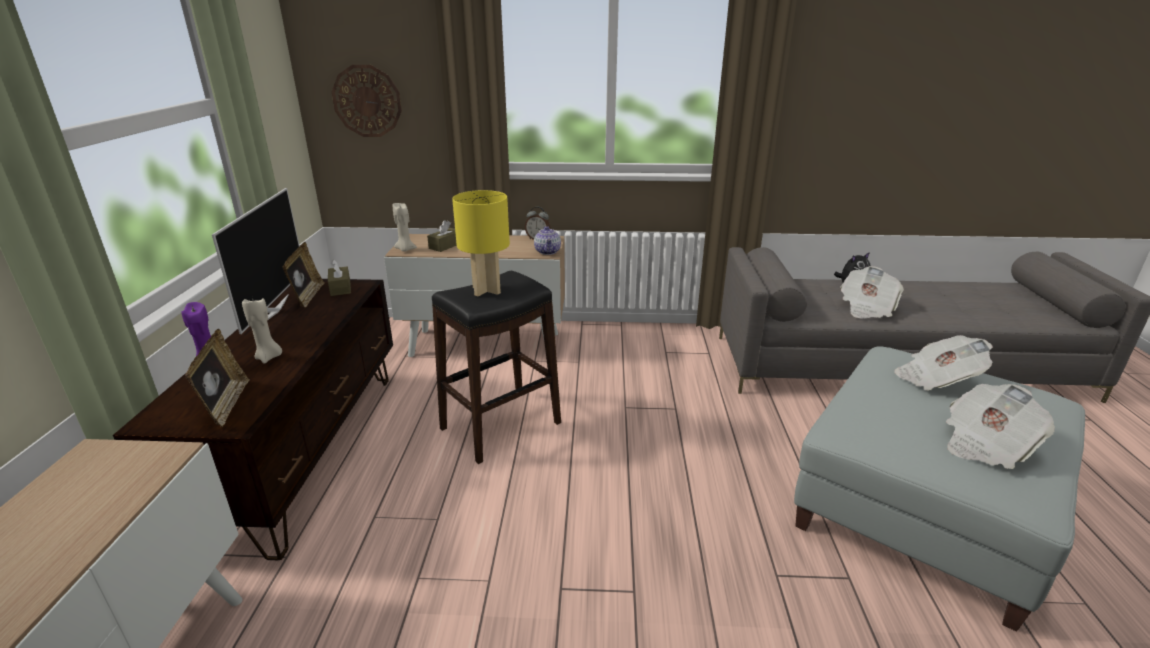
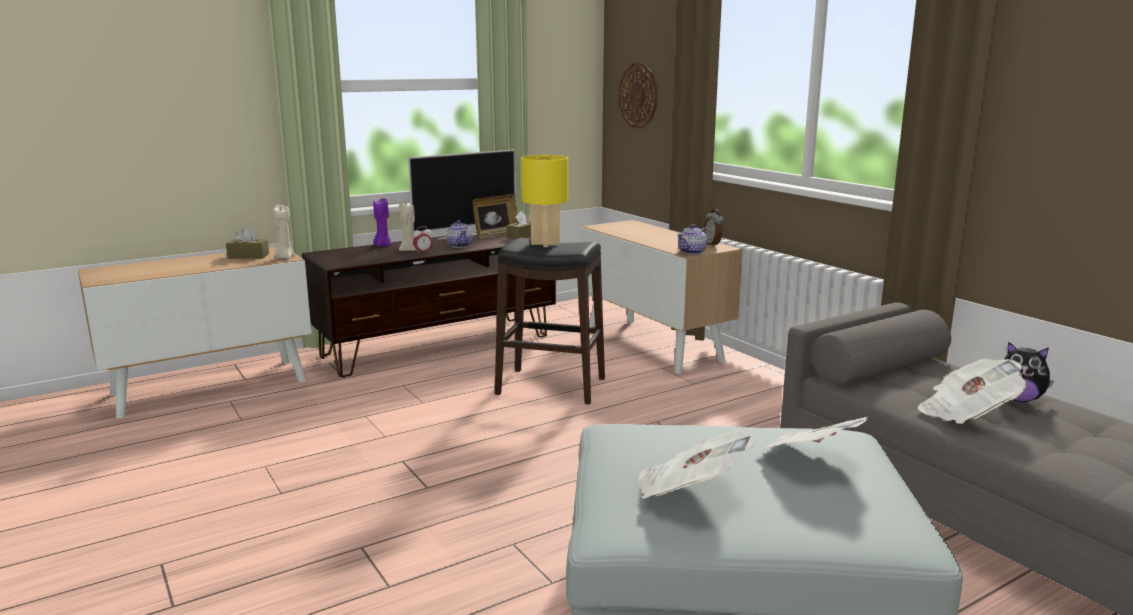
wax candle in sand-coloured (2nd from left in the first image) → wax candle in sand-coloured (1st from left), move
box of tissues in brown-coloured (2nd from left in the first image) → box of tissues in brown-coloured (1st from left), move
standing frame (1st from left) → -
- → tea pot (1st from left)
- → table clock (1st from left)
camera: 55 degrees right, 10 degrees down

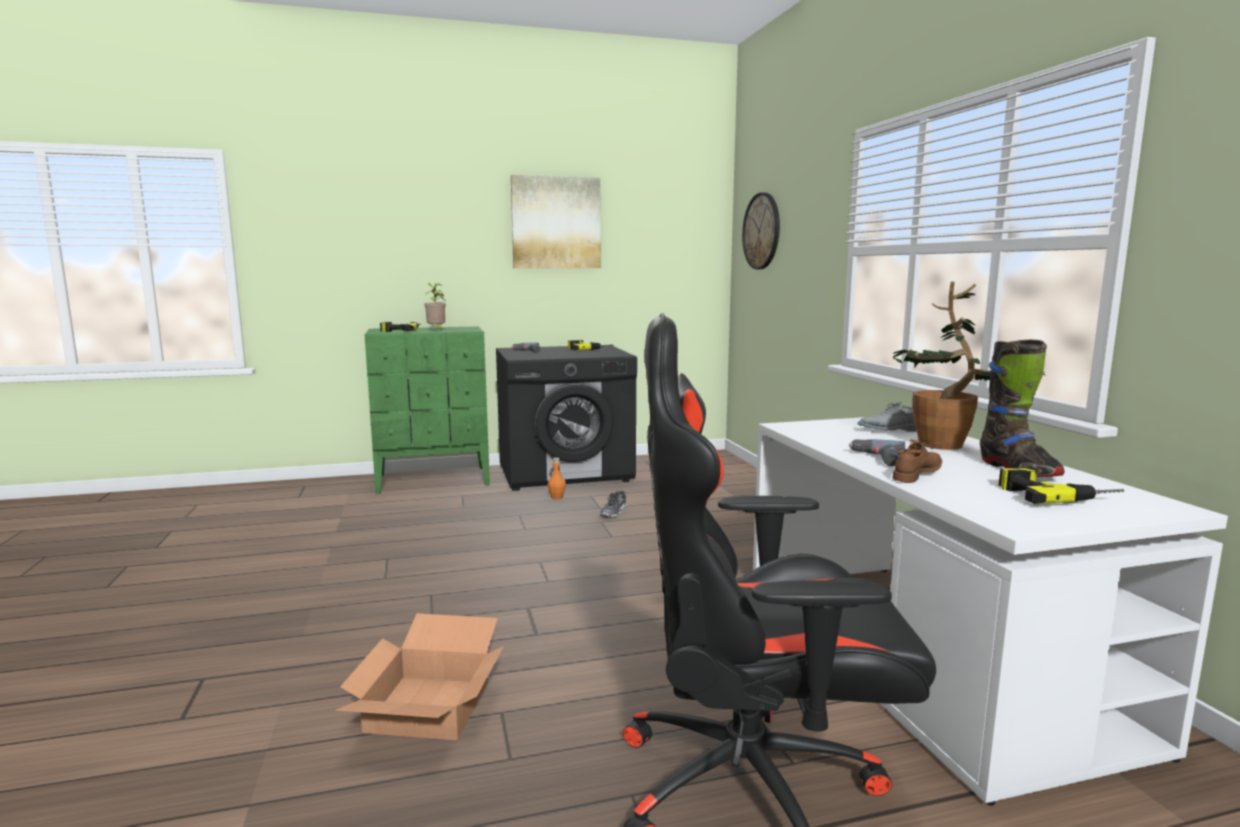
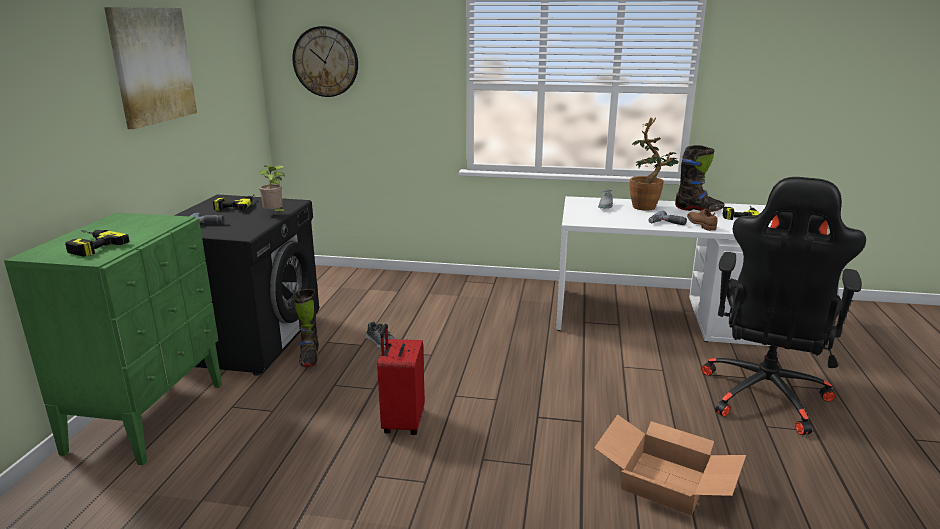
potted plant (1st from left), move
beverage bottle in orange → high-top boot in blackish (1st from left)
- → travel case in red
camera: 65 degrees left, 10 degrees up

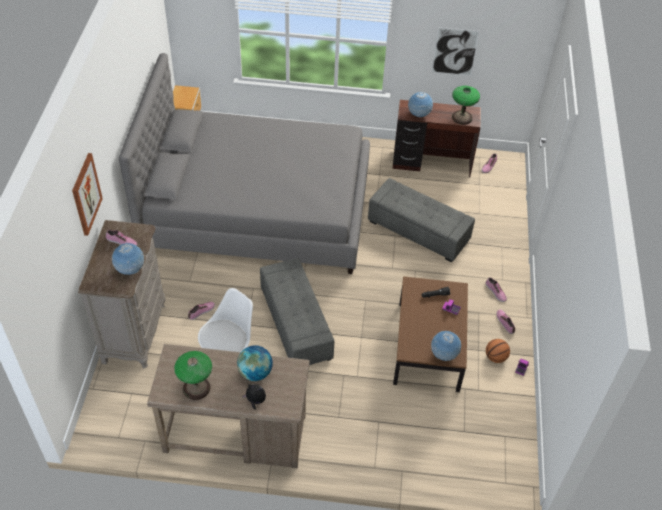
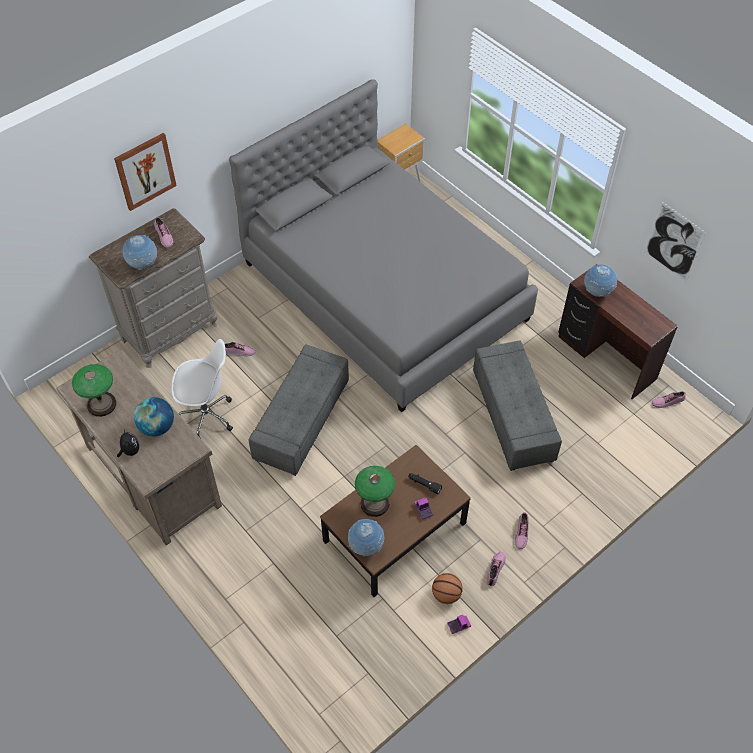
table lamp (2nd from left), move
camera: 45 degrees right, 5 degrees up

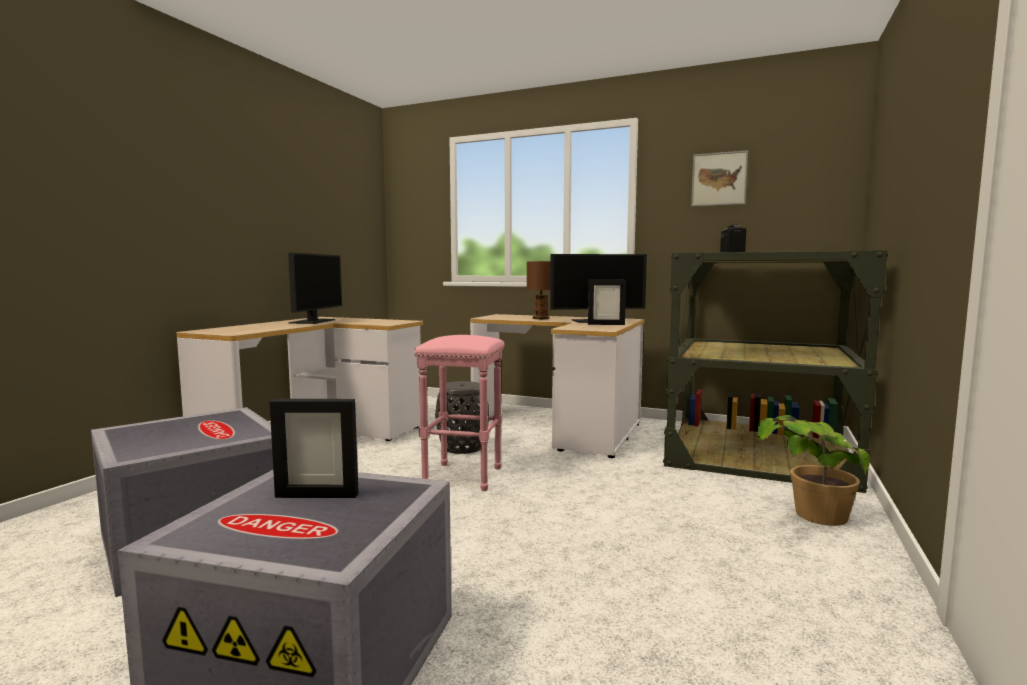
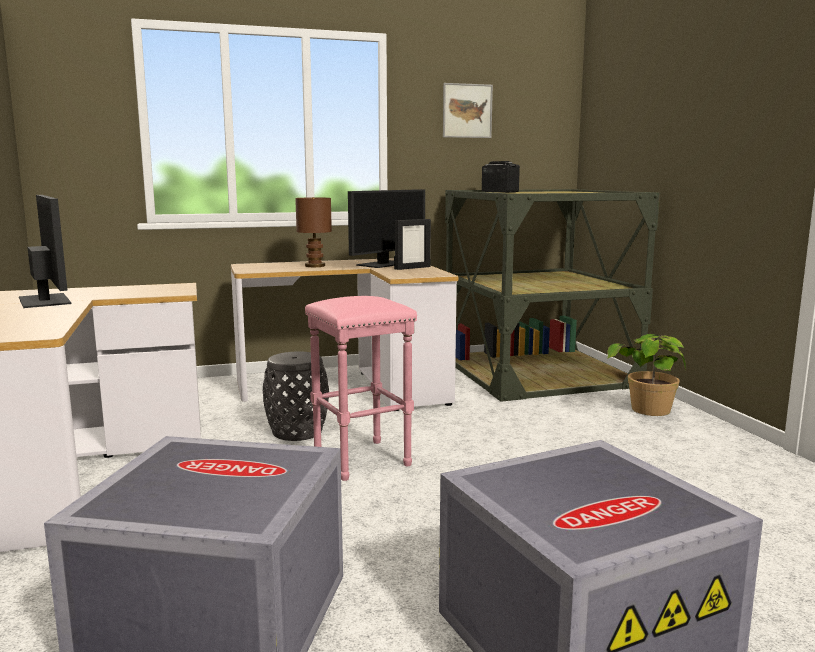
standing frame (1st from left) → -
camera: 40 degrees left, 5 degrees up

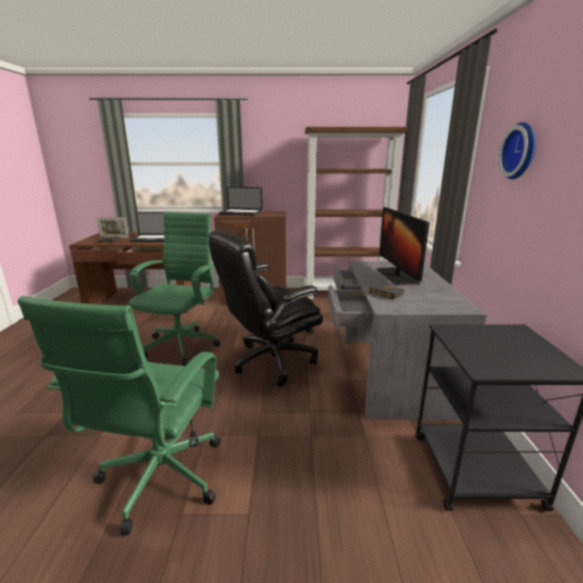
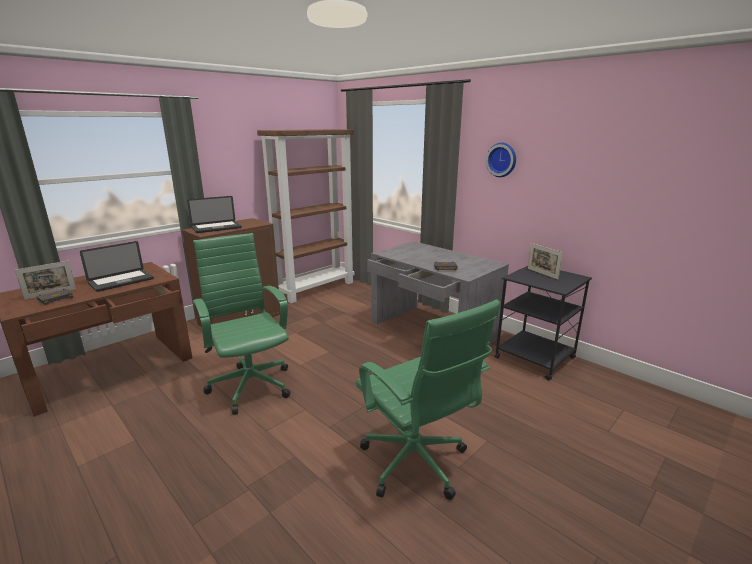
monitor → -
computer chair in blackish → -
- → standing frame (2nd from left)
camera: 45 degrees left, 0 degrees up

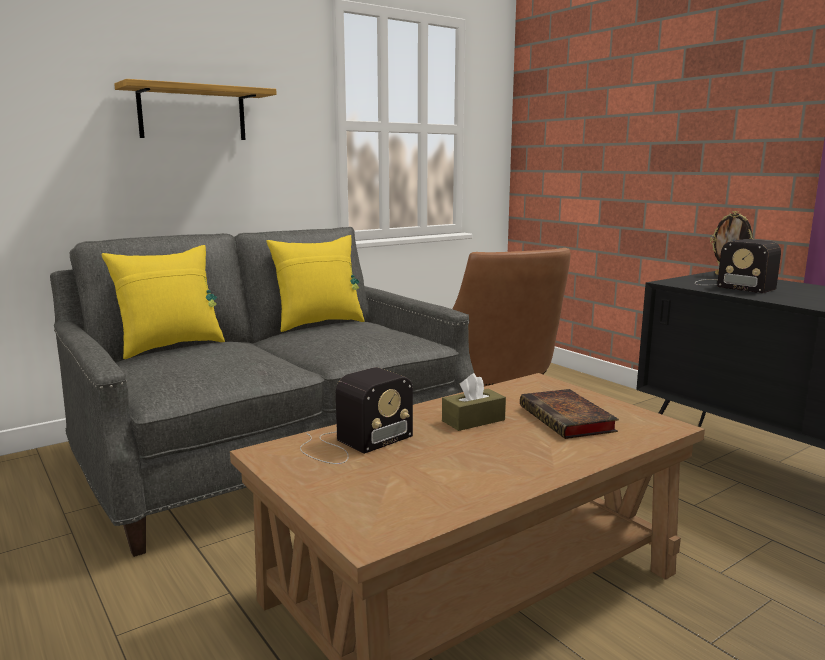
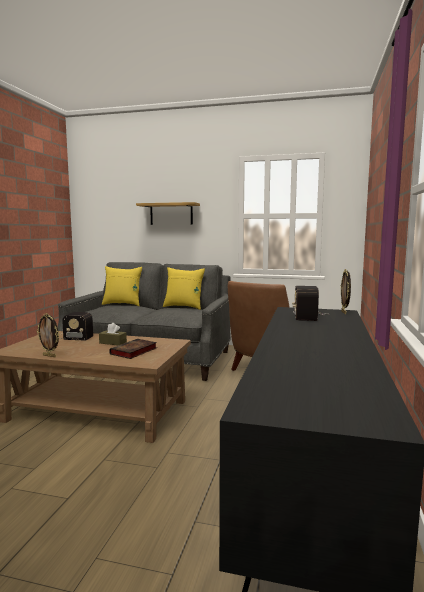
- → standing frame (1st from left)
camera: 50 degrees right, 5 degrees down

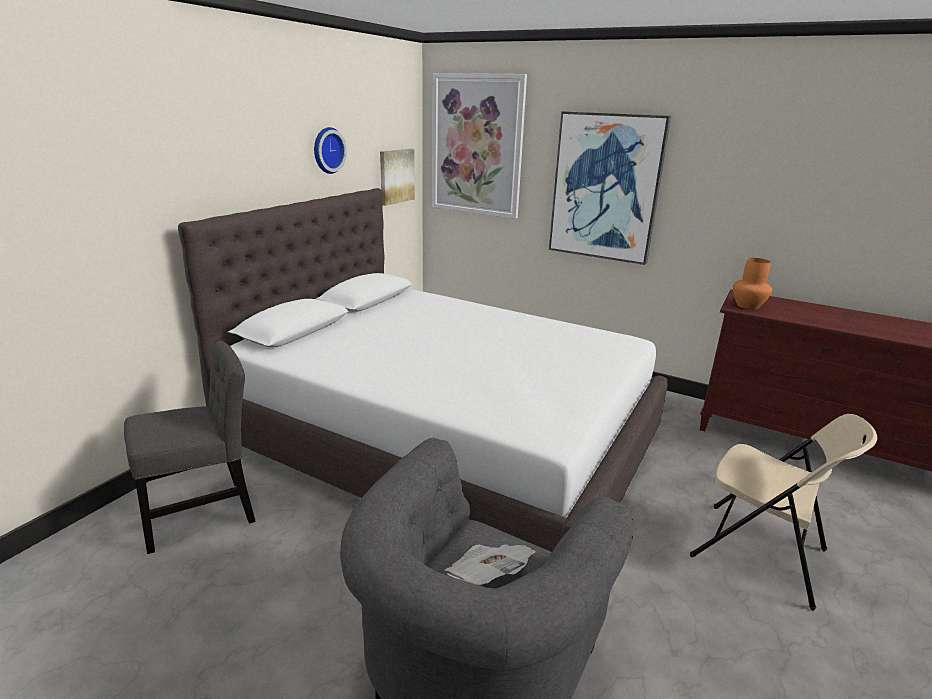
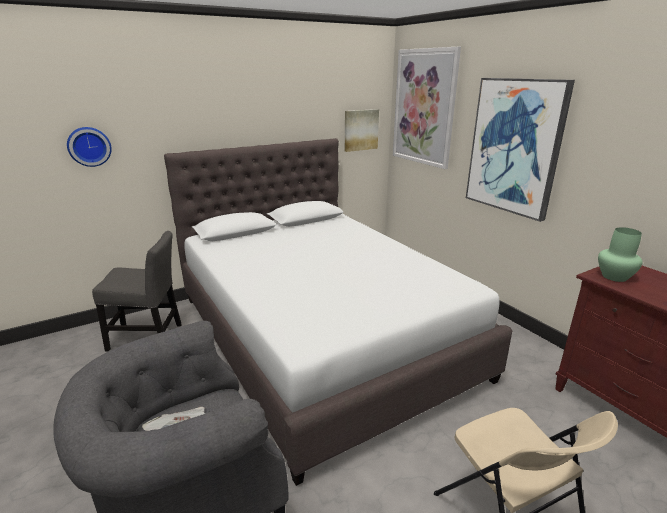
wall clock, move
flower vase in orange → flower vase in greenish
camera: 30 degrees right, 0 degrees up

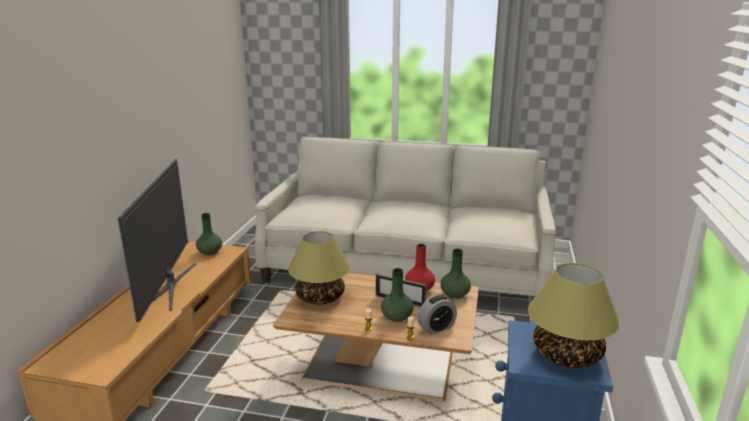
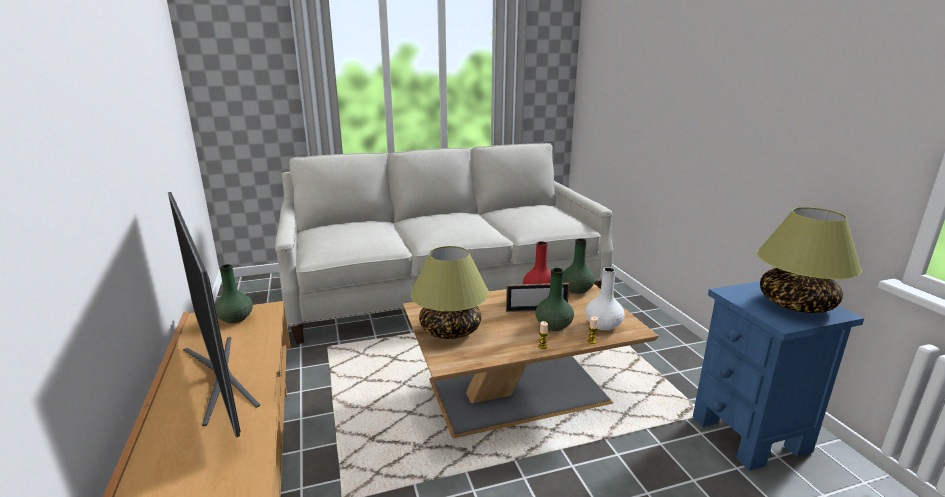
table clock → flower vase in white
camera: 30 degrees left, 0 degrees up

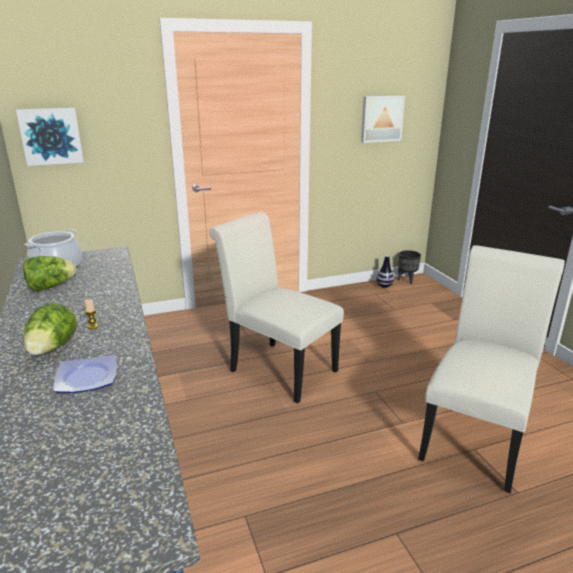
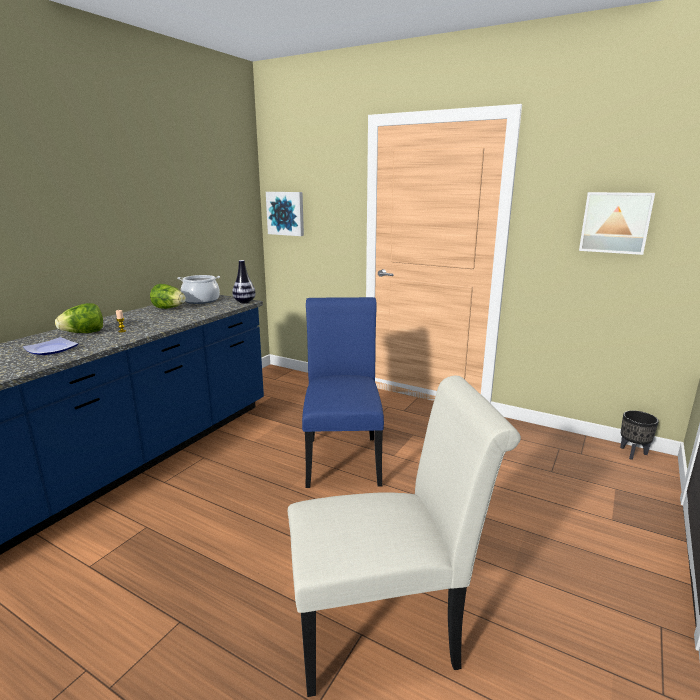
chair in white (1st from left) → chair in blue
flower vase, move
camera: 50 degrees right, 5 degrees down

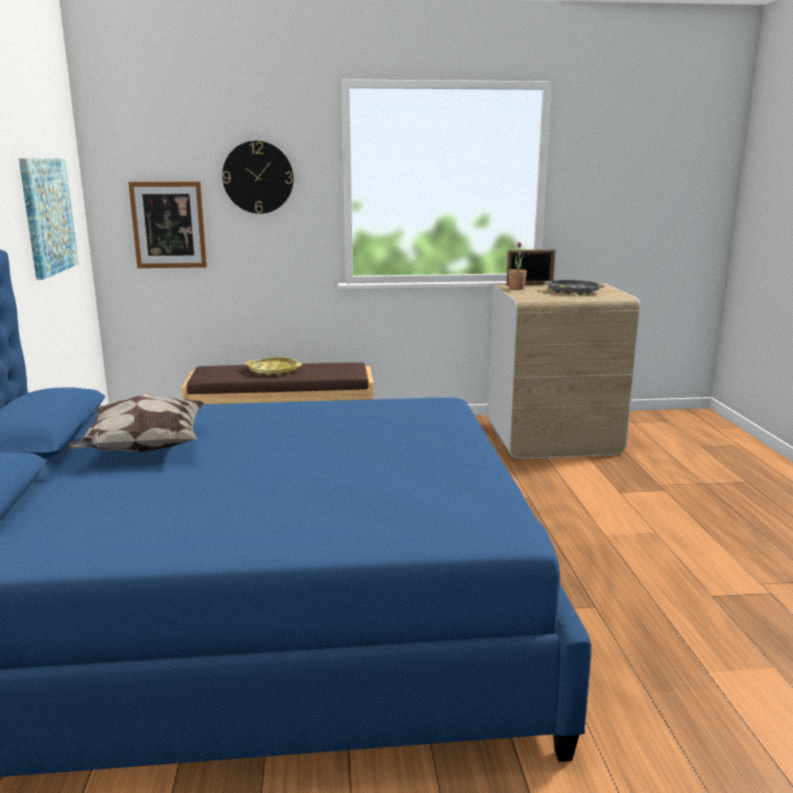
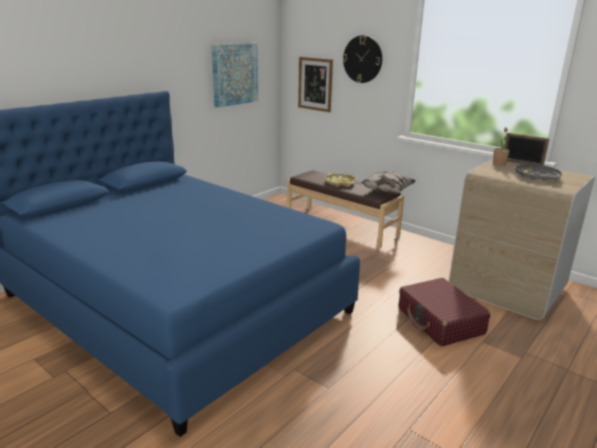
pillow, move
- → travel case in red
camera: 45 degrees right, 5 degrees up

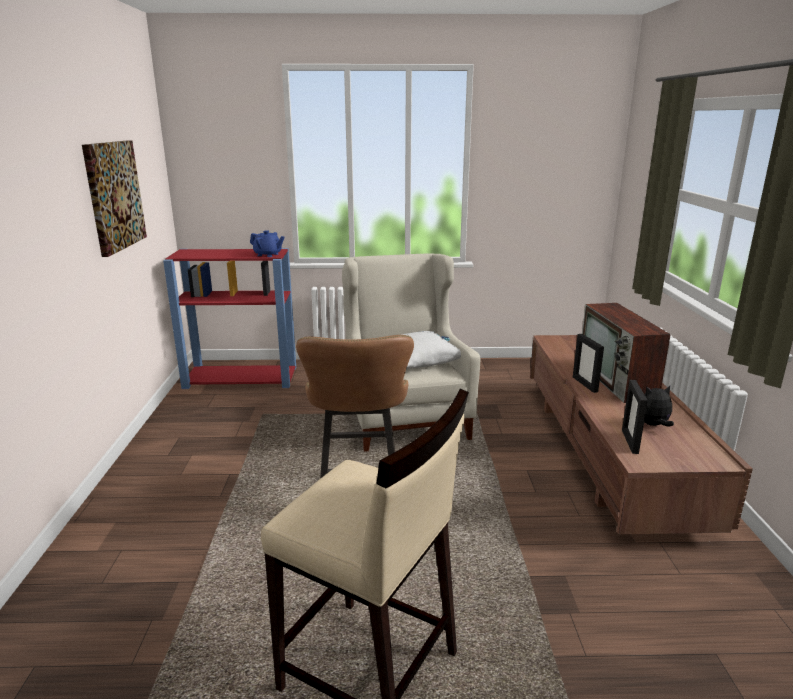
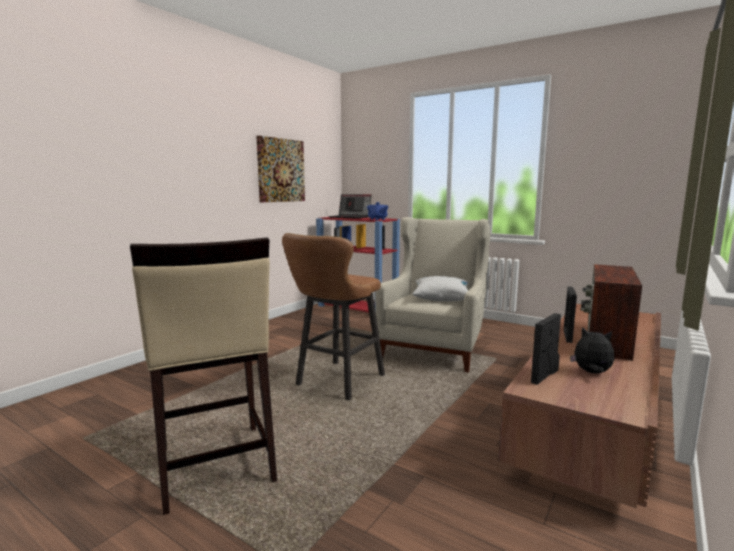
- → laptop
camera: 35 degrees right, 10 degrees down

